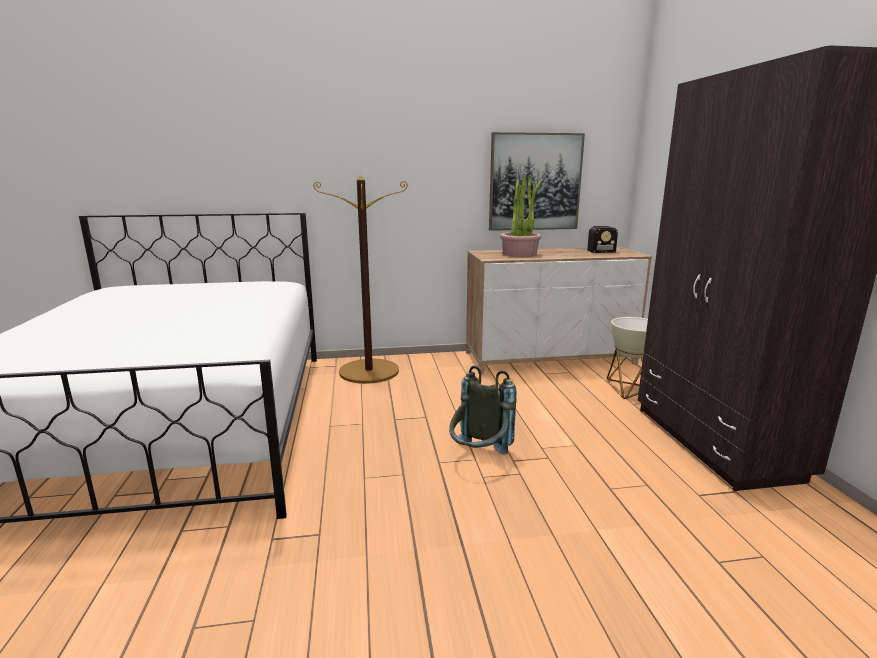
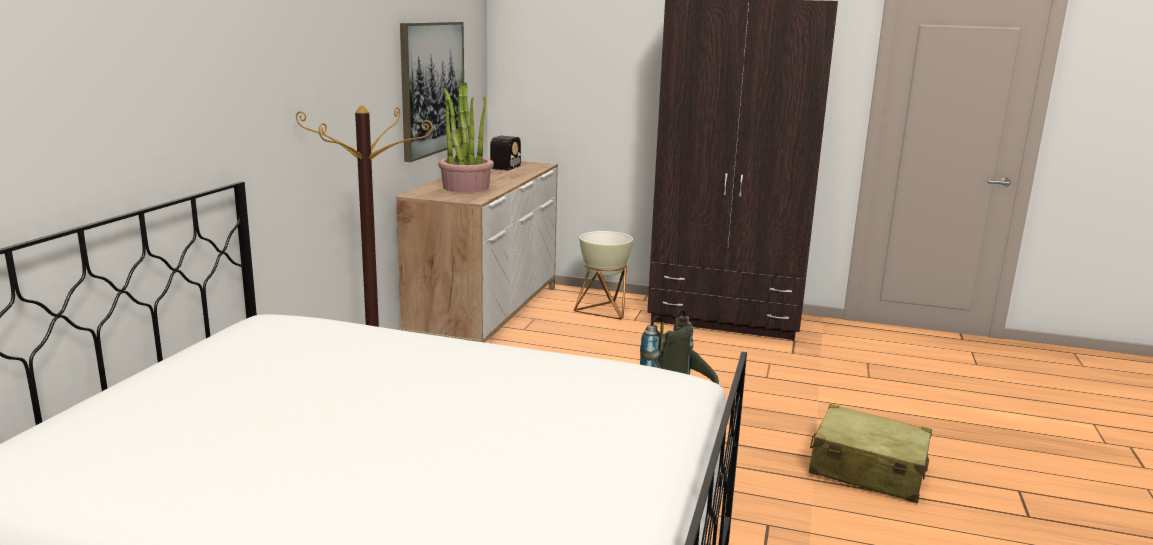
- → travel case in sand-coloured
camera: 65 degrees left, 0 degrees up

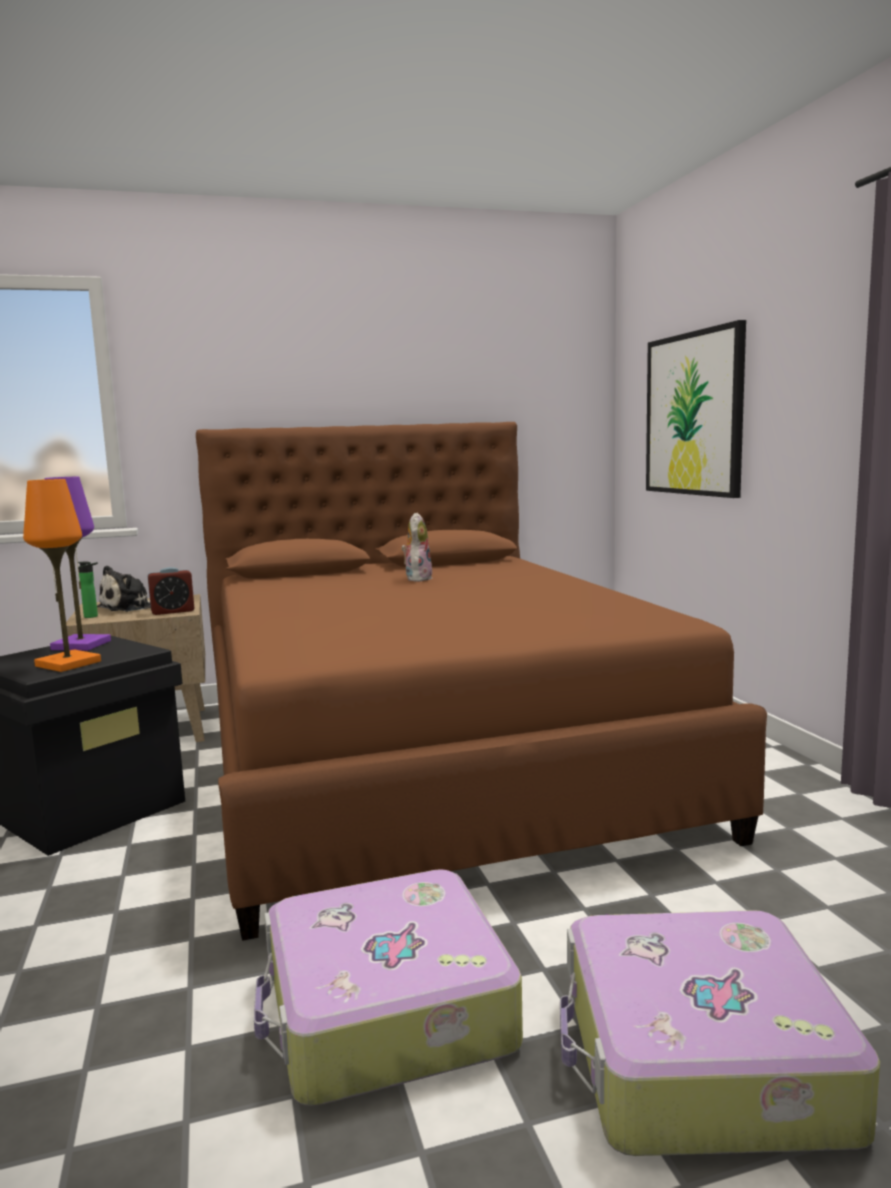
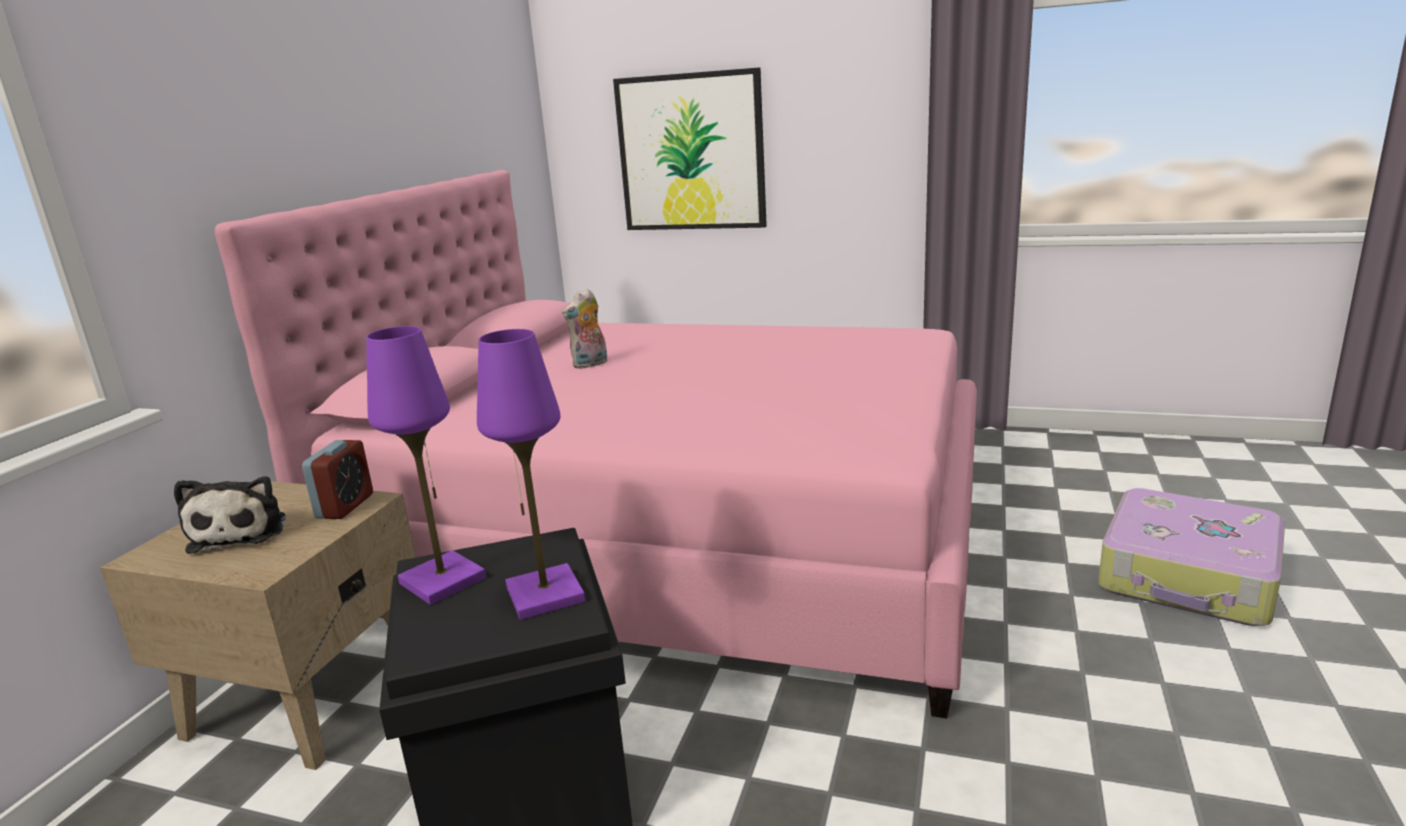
sleeping bed in brown-coloured → sleeping bed in pinkish
table lamp in orange → table lamp in purple-coloured (2nd from left)
plush toy (2nd from left), 90 degrees counterclockwise
beverage bottle → -
travel case (1st from left) → -
camera: 55 degrees left, 10 degrees up

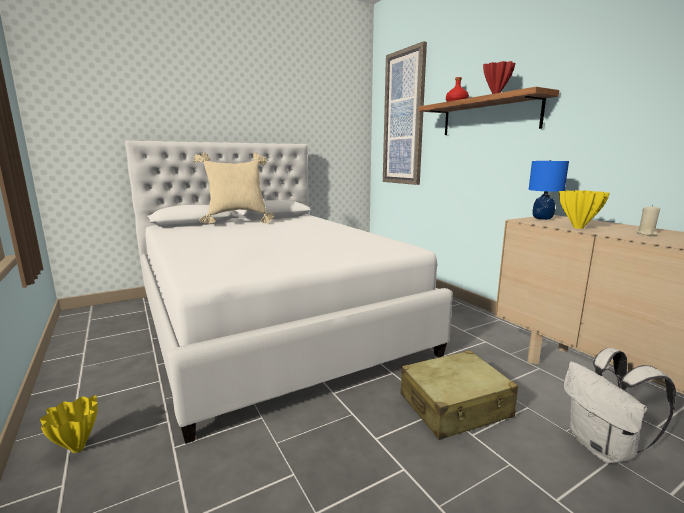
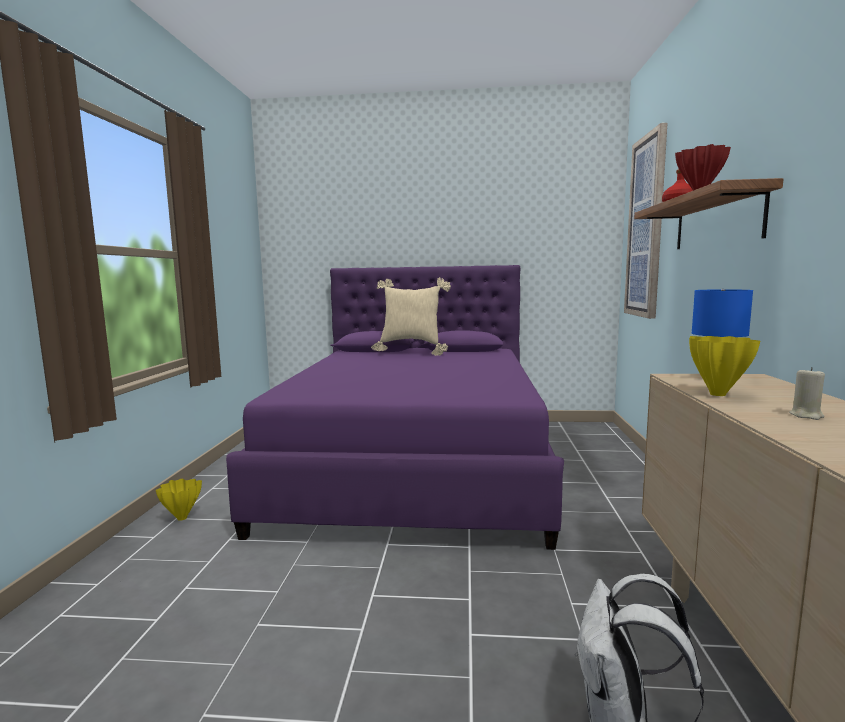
sleeping bed in white → sleeping bed in purple-coloured
travel case in sand-coloured → -
camera: 35 degrees right, 5 degrees down

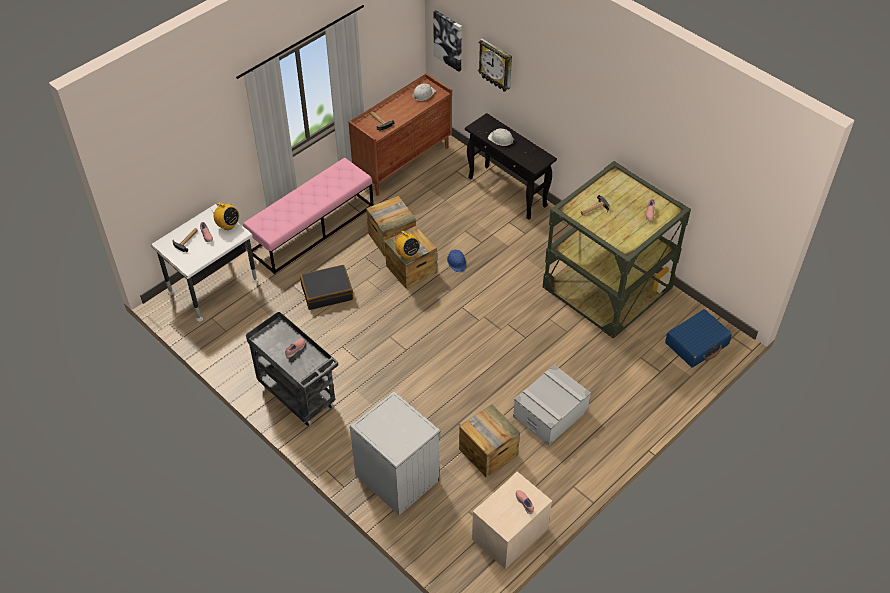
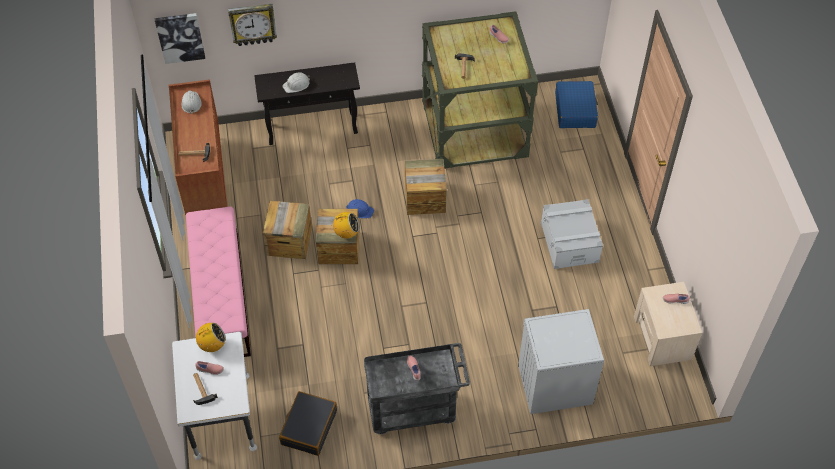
travel case in blackish, move
crate (3rd from left), move
camera: 55 degrees left, 5 degrees up

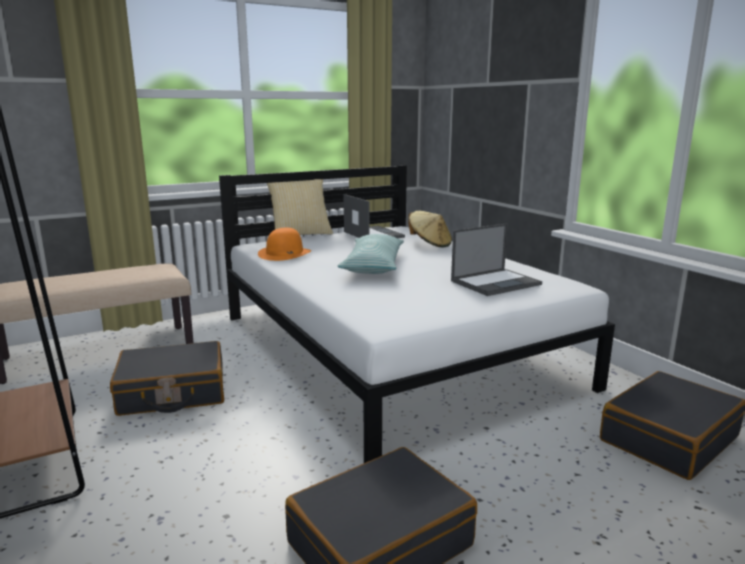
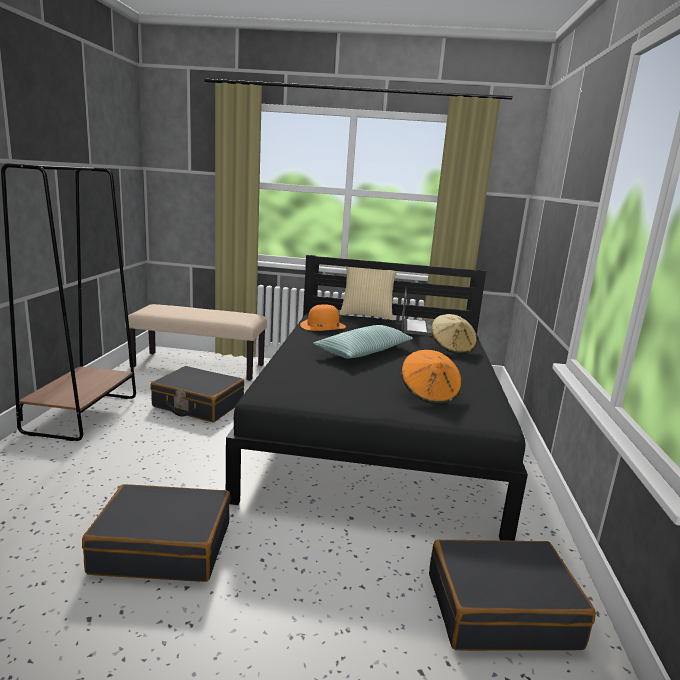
sleeping bed in white → sleeping bed in blackish
laptop (2nd from left) → wearable hat in orange (2nd from left)
camera: 35 degrees right, 0 degrees up

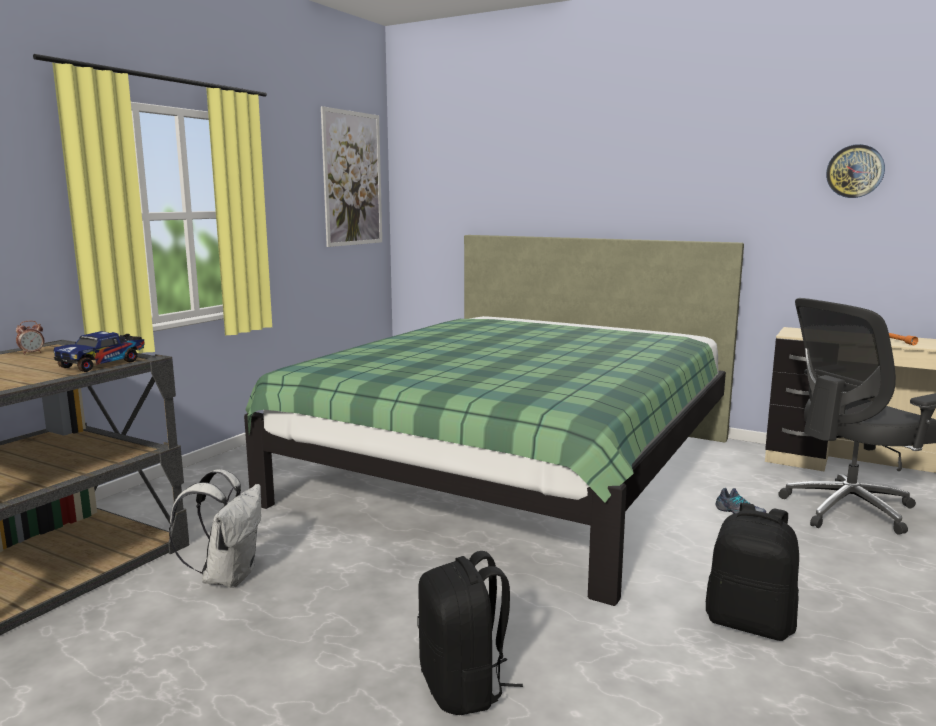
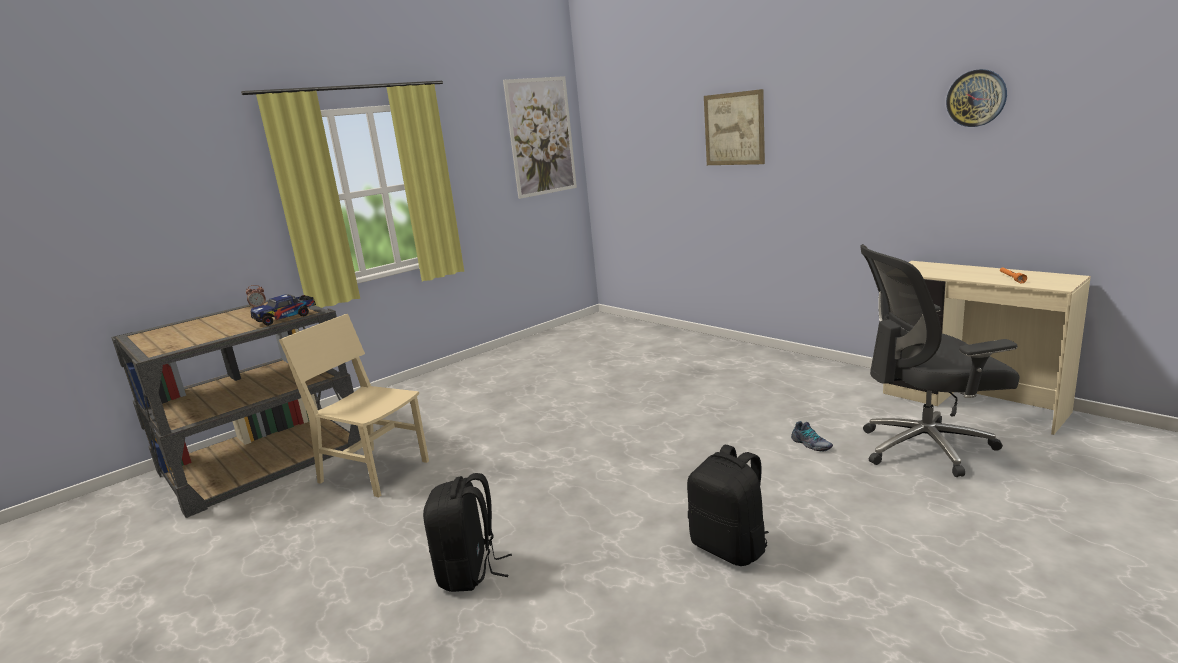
sleeping bed in greenish → -
backpack in white → chair in sand-coloured
- → picture (2nd from left)
camera: 20 degrees right, 5 degrees up

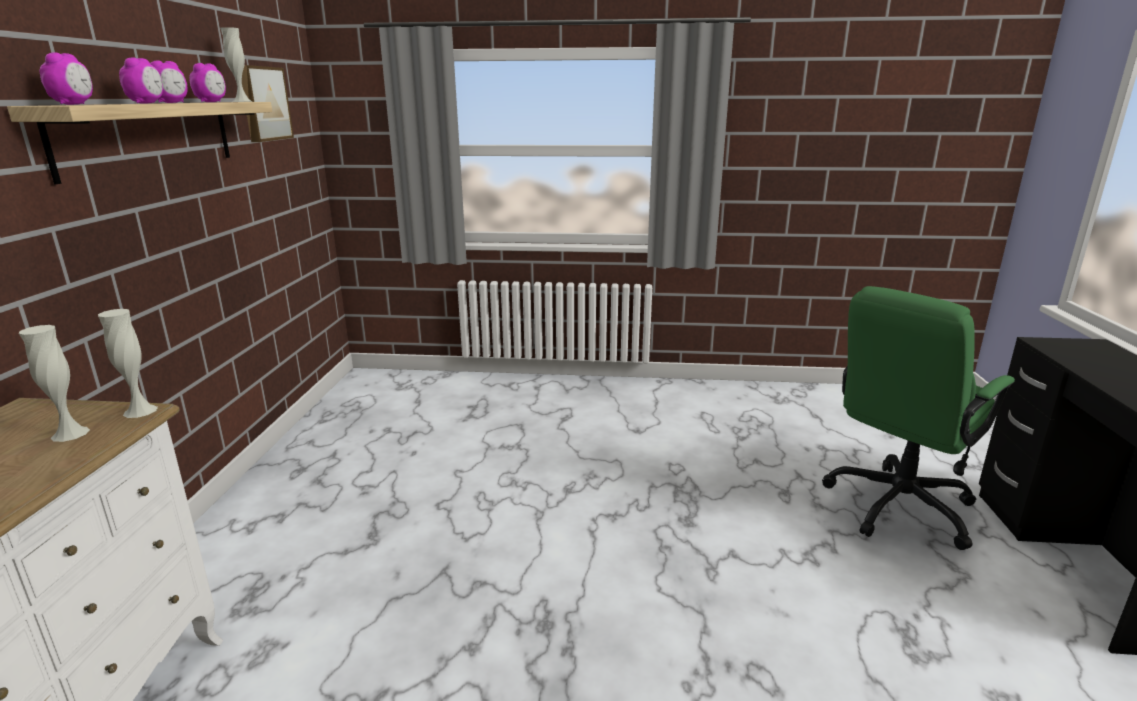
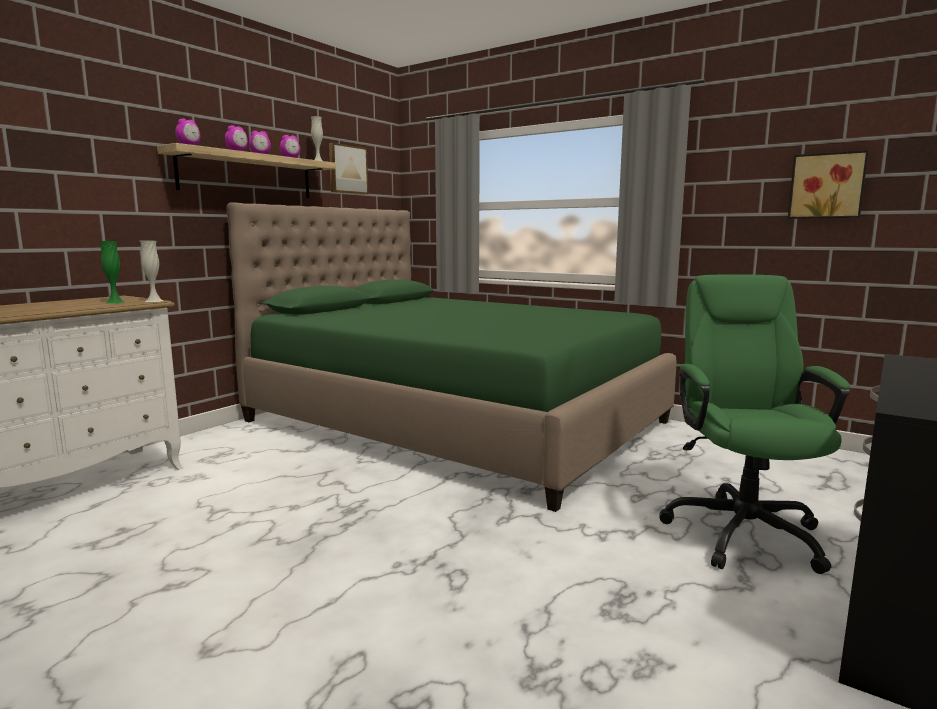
computer chair in greenish, 105 degrees clockwise
flower vase in white (1st from left) → flower vase in greenish
- → picture (2nd from left)
- → sleeping bed in greenish
camera: 30 degrees right, 10 degrees down

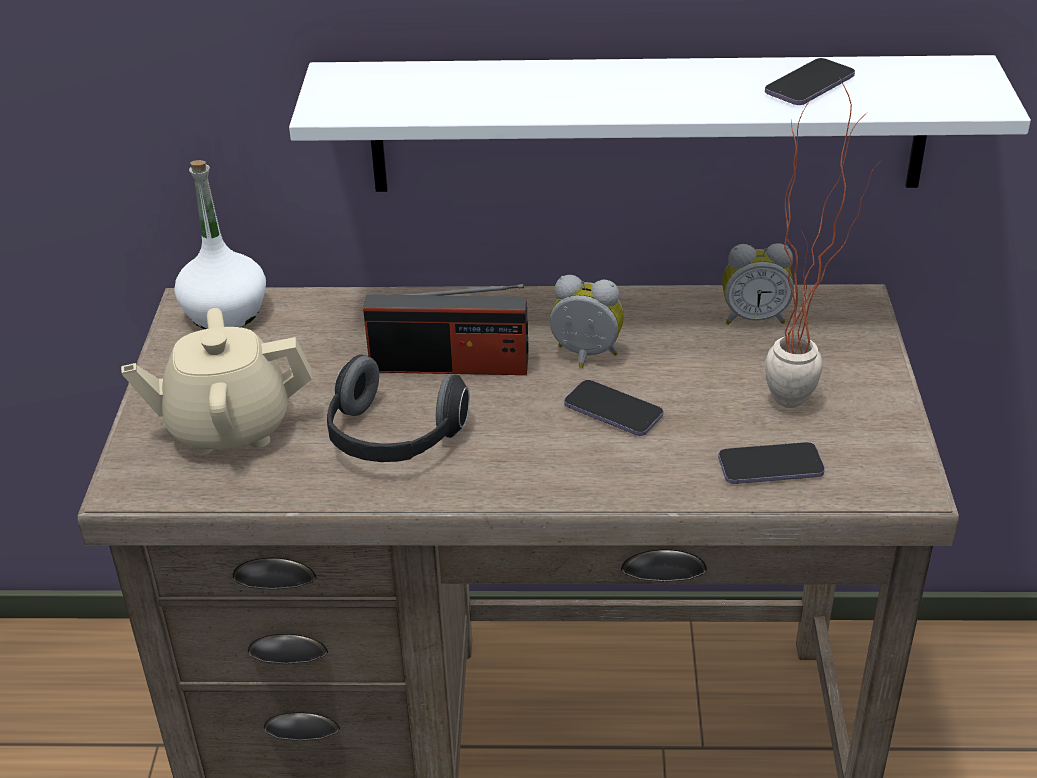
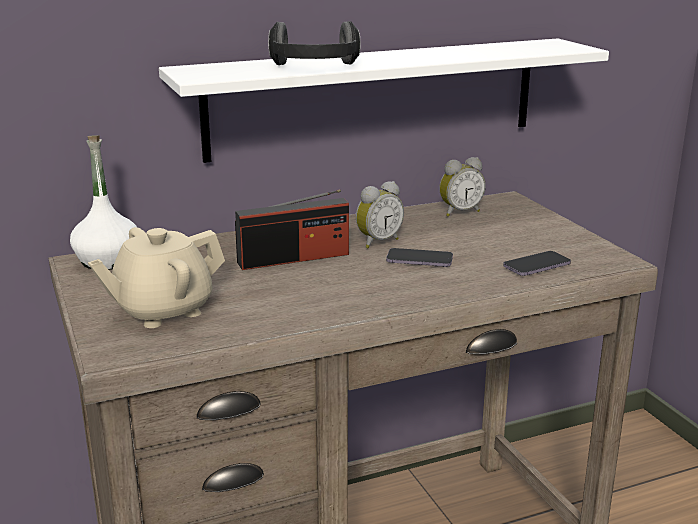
telephone (3rd from left) → -
potted plant → -
table clock (1st from left), 150 degrees clockwise
pair of headphones, move
camera: 25 degrees left, 15 degrees down

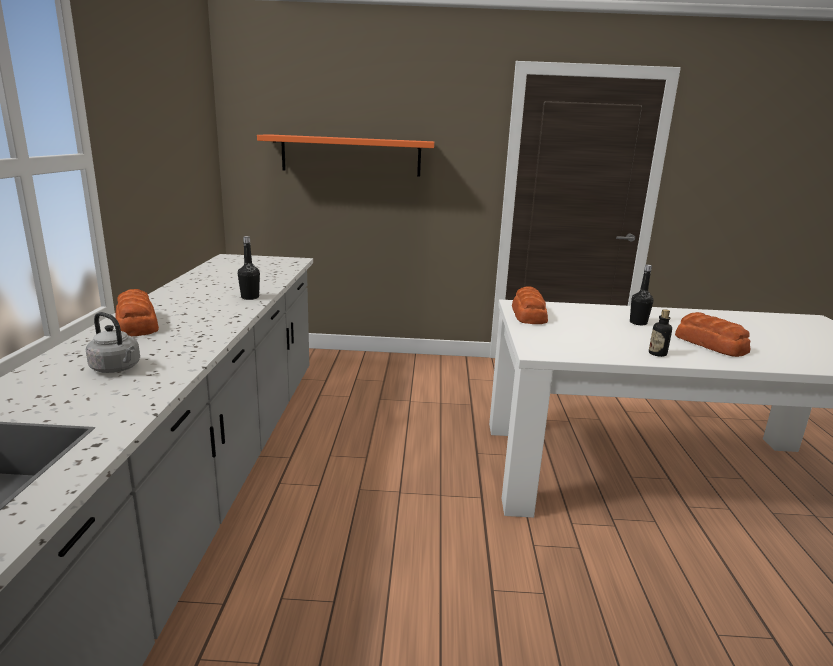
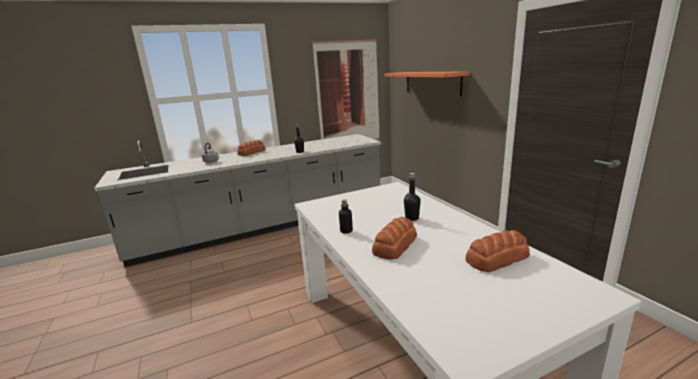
bread (2nd from left in the first image) → bread (3rd from left), move
- → picture
camera: 65 degrees right, 0 degrees up

